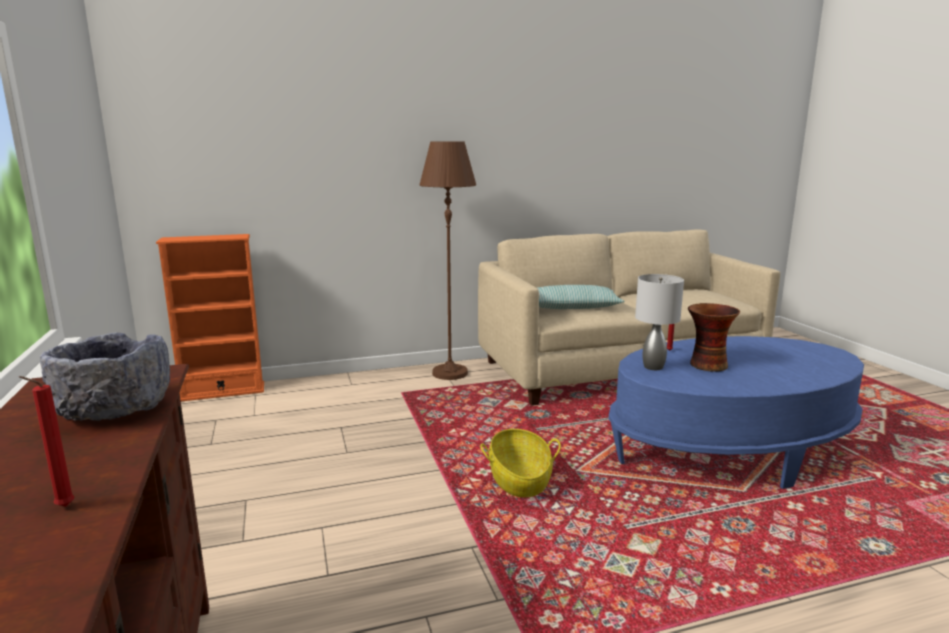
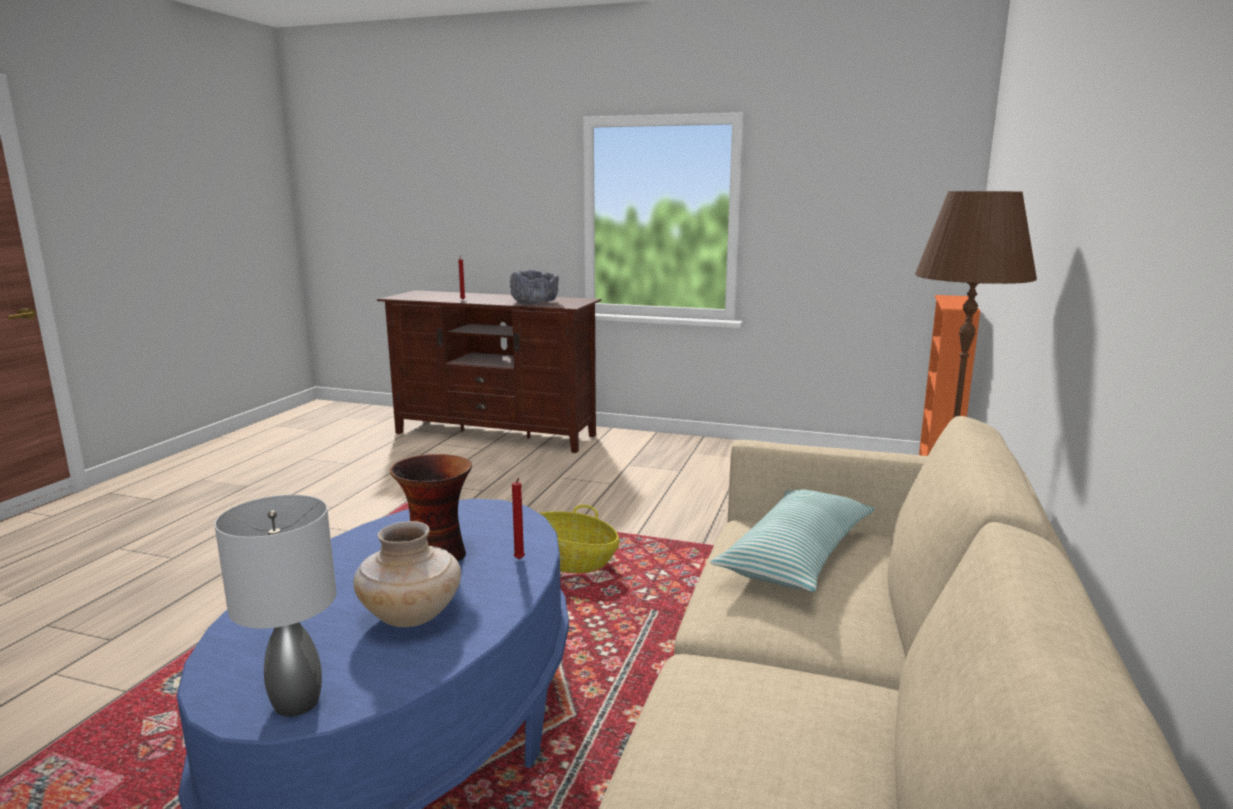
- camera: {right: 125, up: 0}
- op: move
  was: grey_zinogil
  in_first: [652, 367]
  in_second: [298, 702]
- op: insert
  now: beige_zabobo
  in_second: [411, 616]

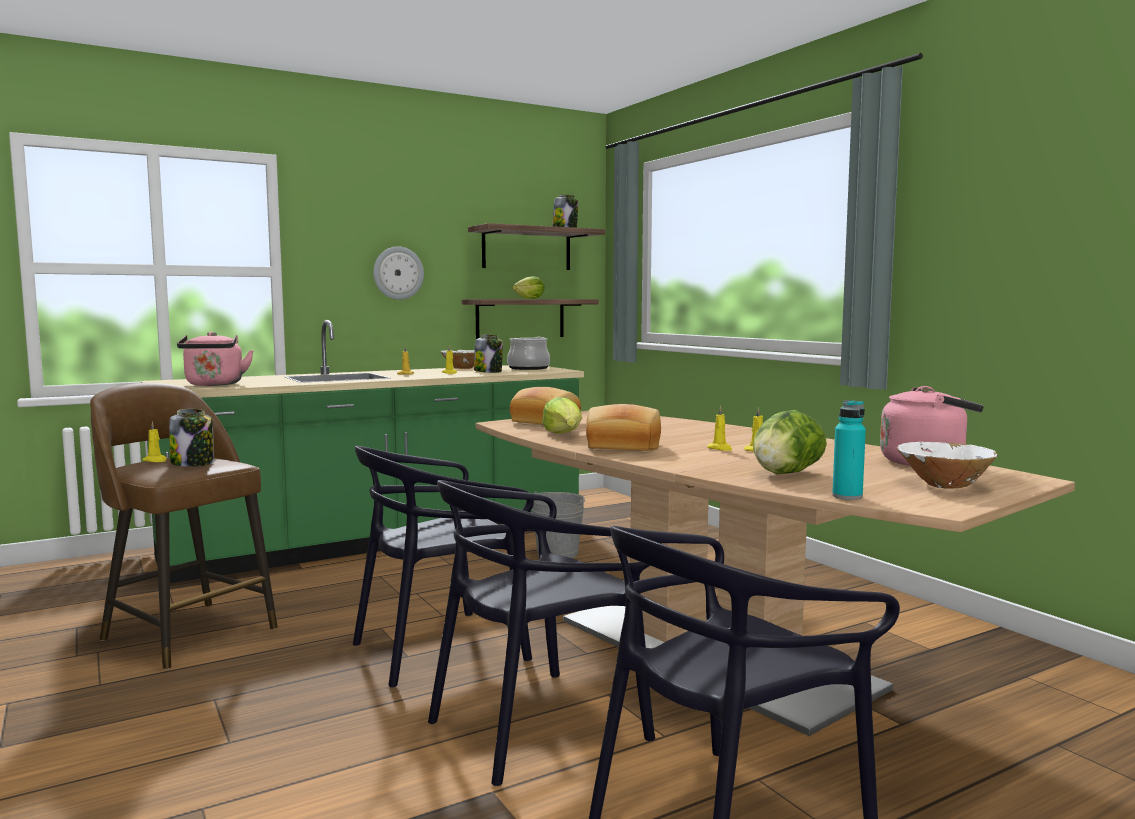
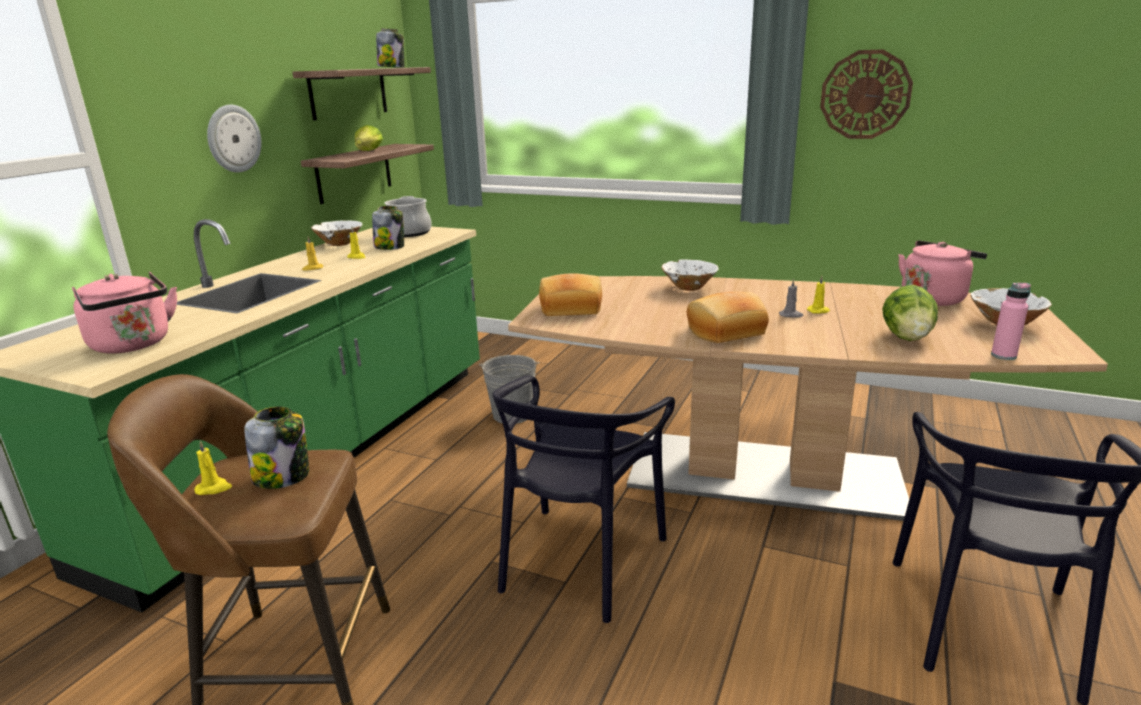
- camera: {right: -35, up: 15}
- op: delete
  was: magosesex
  in_first: [564, 434]
- op: recolor
  was: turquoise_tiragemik
  now: pink_tiragemik
  in_first: [847, 496]
  in_second: [1003, 356]
- op: recolor
  was: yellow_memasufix
  now: grey_memasufix
  in_first: [720, 449]
  in_second: [791, 315]
- op: delete
  was: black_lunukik
  in_first: [538, 726]
- op: insert
  now: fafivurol
  in_second: [865, 95]
- op: insert
  now: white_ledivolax
  in_second: [689, 288]

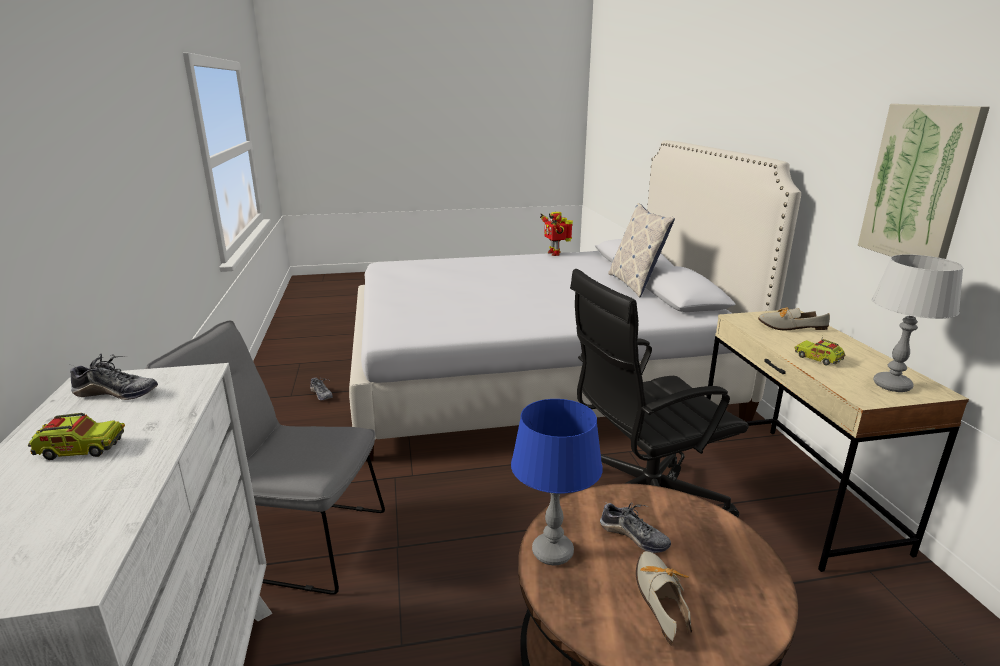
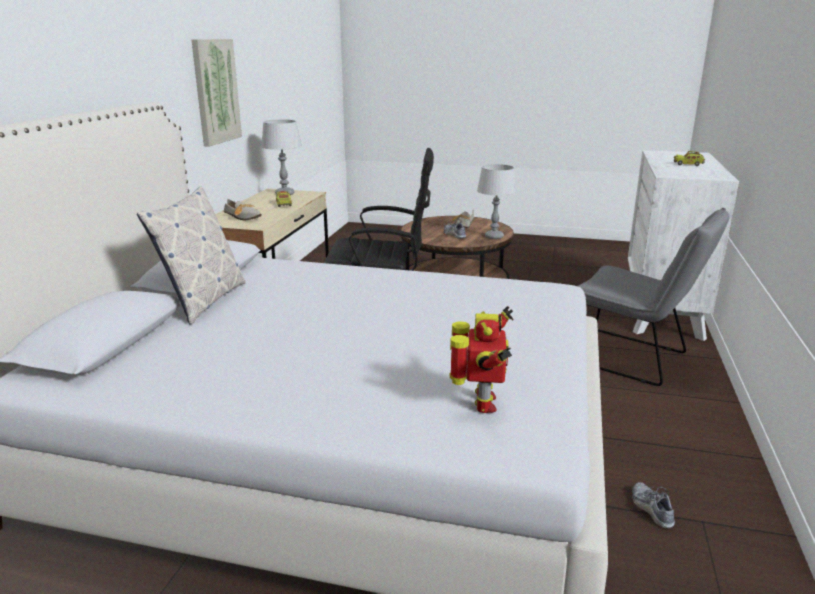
- camera: {right: -155, up: 0}
- op: move
  was: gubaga
  in_first: [555, 253]
  in_second: [482, 404]
- op: delete
  was: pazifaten
  in_first: [117, 393]
- op: recolor
  was: blue_zinogil
  now: grey_zinogil
  in_first: [552, 552]
  in_second: [494, 237]

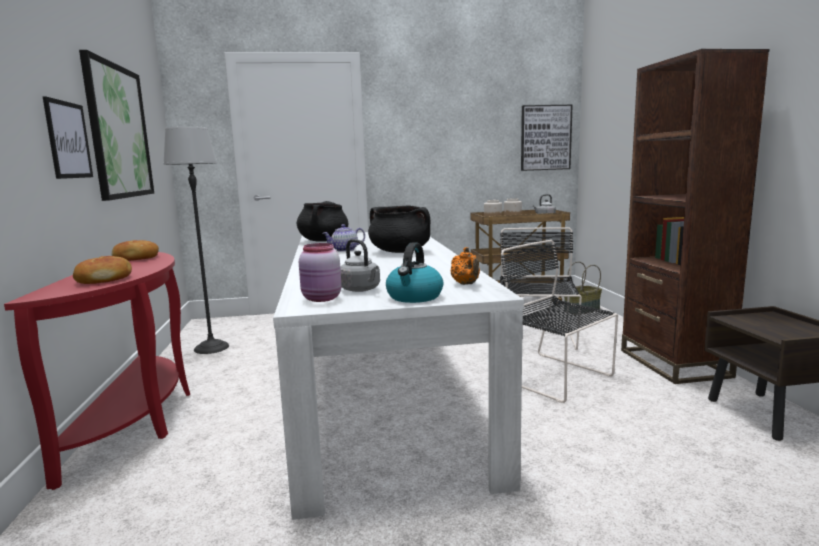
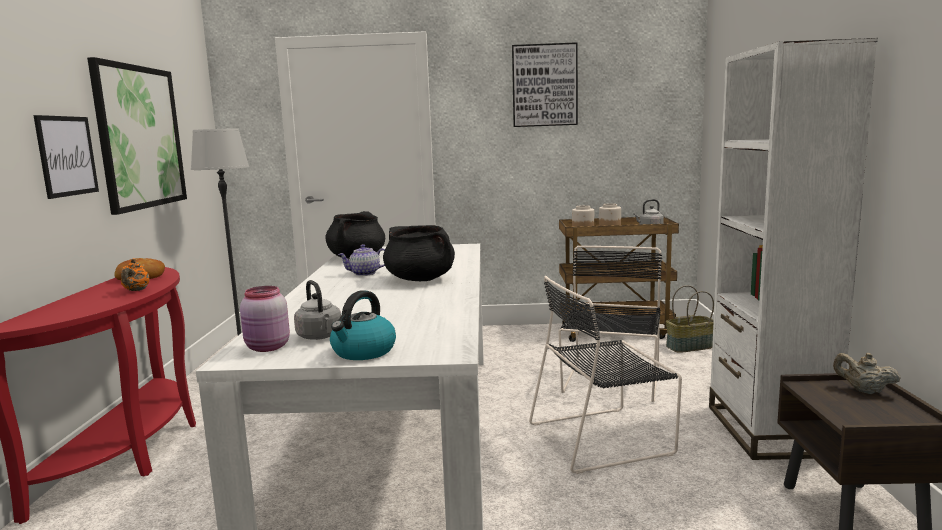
- camera: {right: 10, up: 0}
- op: recolor
  was: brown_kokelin
  now: white_kokelin
  in_first: [673, 363]
  in_second: [767, 430]
- op: move
  was: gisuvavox
  in_first: [545, 138]
  in_second: [544, 85]
- op: rotate
  was: black_lunukik
  in_first: [554, 377]
  in_second: [604, 438]
  clockwise: -75
- op: move
  was: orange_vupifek
  in_first: [466, 284]
  in_second: [136, 290]
- op: delete
  was: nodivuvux
  in_first: [105, 279]
- op: insert
  now: beige_vupifek
  in_second: [864, 391]

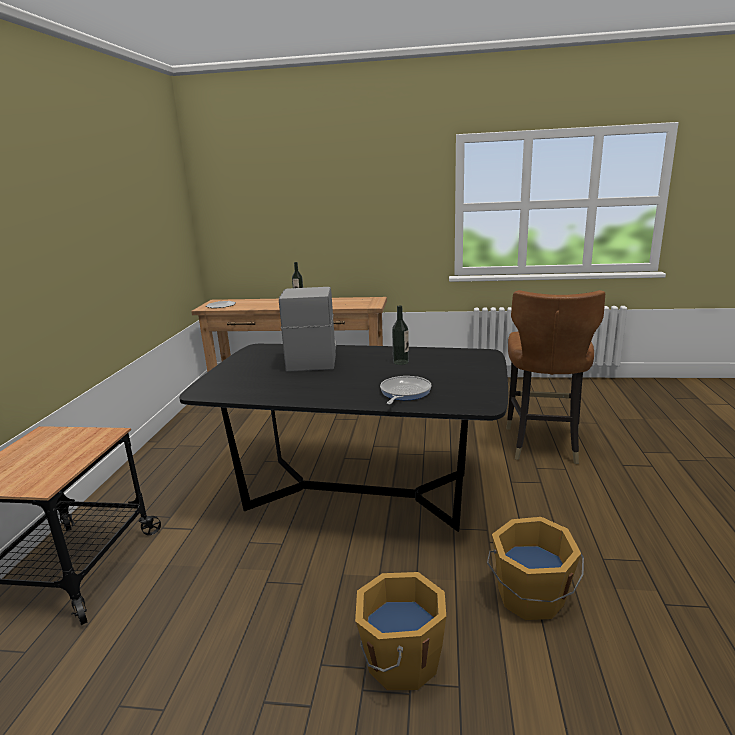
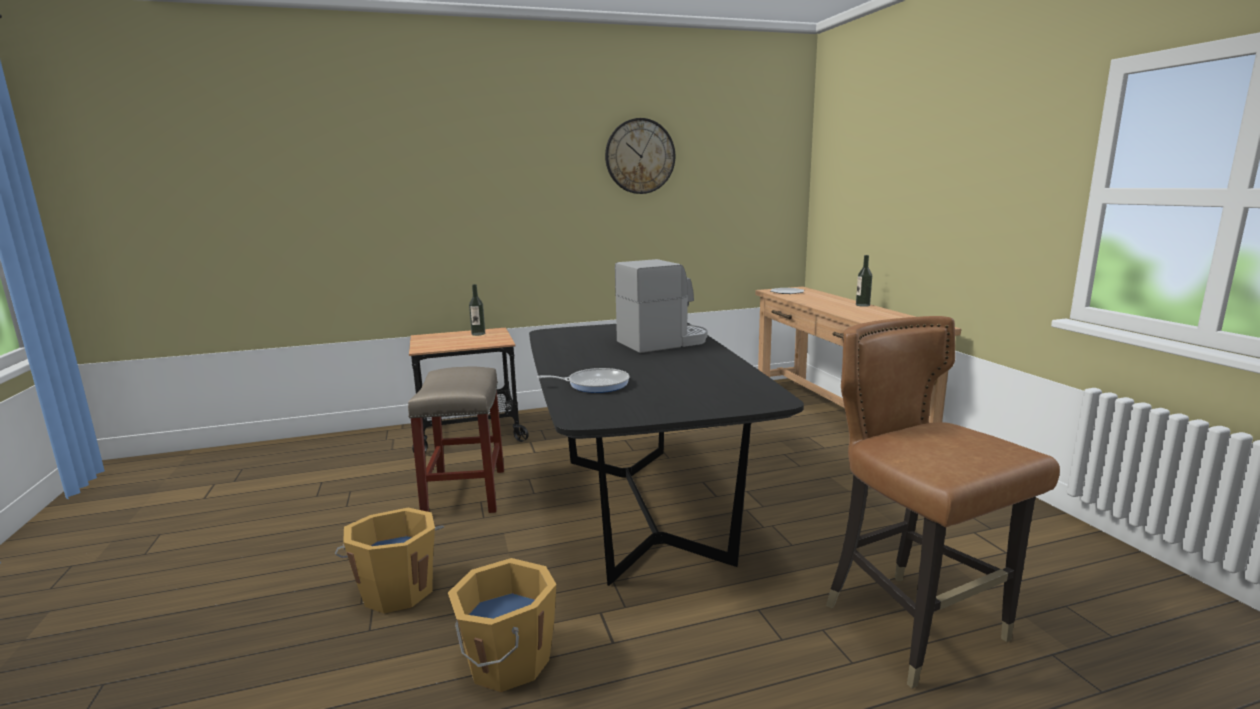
- camera: {right: 65, up: -5}
- op: rotate
  was: brown_lunukik
  in_first: [543, 444]
  in_second: [914, 627]
  clockwise: 75
- op: move
  was: tiragemik
  in_first: [401, 362]
  in_second: [478, 334]
- op: insert
  now: fafivurol
  in_second: [640, 156]
- op: insert
  now: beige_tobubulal
  in_second: [465, 491]

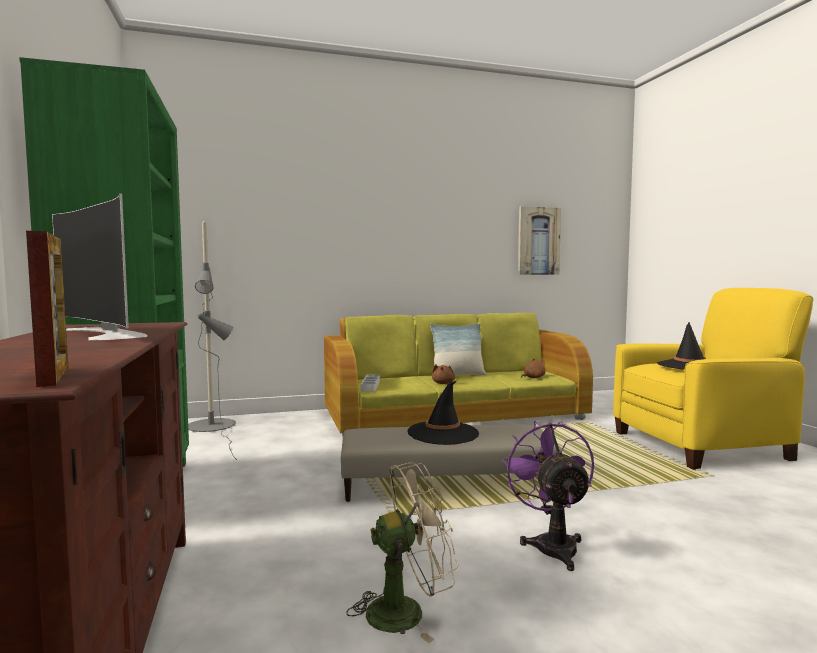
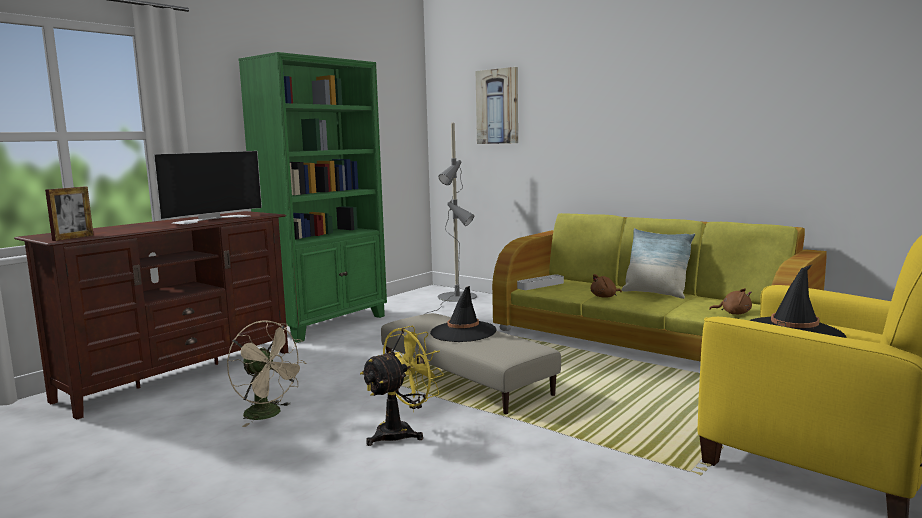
- camera: {right: 55, up: 5}
- op: rotate
  was: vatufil
  in_first: [105, 332]
  in_second: [211, 219]
  clockwise: -150
- op: move
  was: gisuvavox
  in_first: [538, 241]
  in_second: [497, 106]
- op: recolor
  was: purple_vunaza
  now: yellow_vunaza
  in_first: [552, 544]
  in_second: [402, 432]

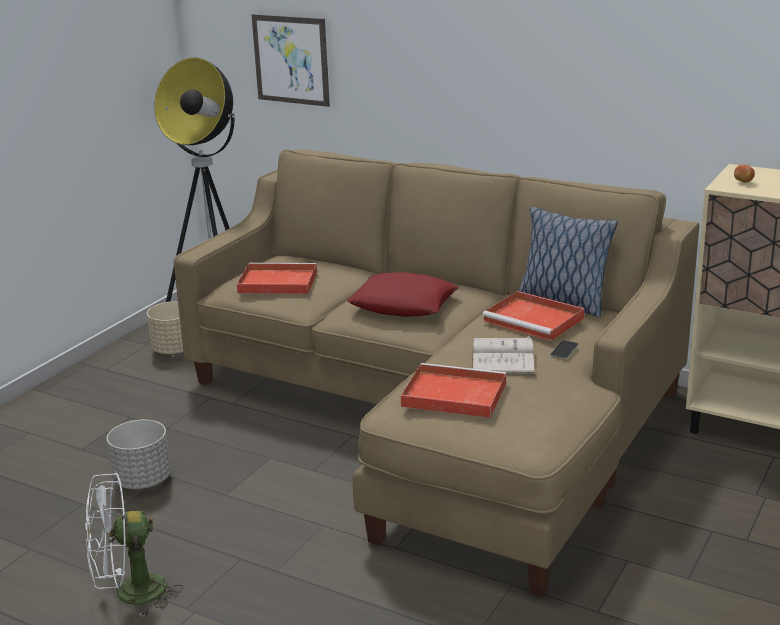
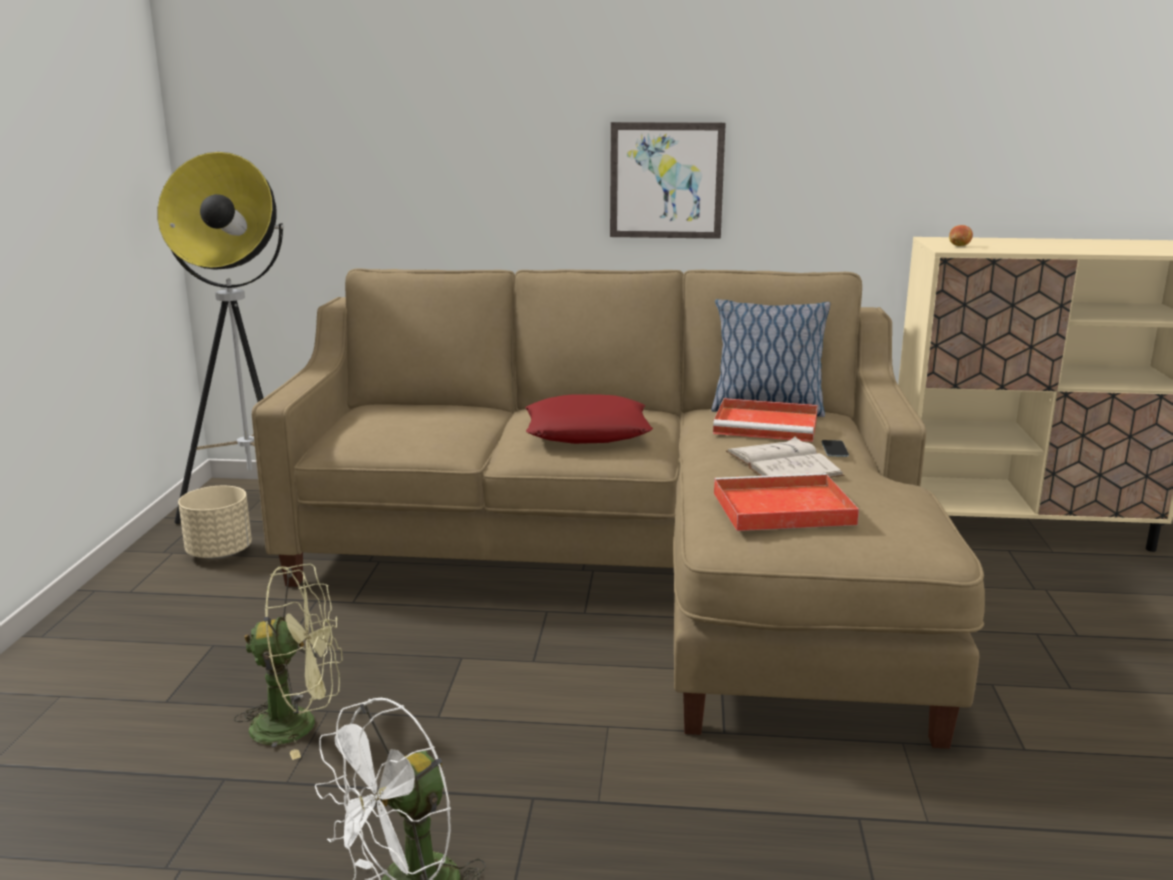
- camera: {right: -25, up: -5}
- op: move
  was: gisuvavox
  in_first: [291, 60]
  in_second: [666, 180]
- op: delete
  was: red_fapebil
  in_first: [276, 282]
- op: replace
  was: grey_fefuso
  now: green_vunaza
  in_first: [143, 480]
  in_second: [299, 724]

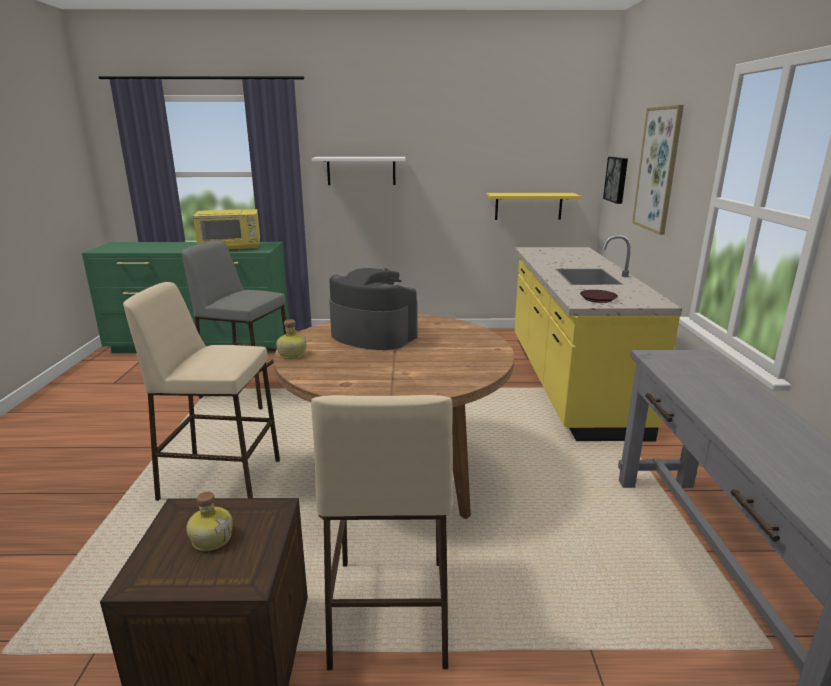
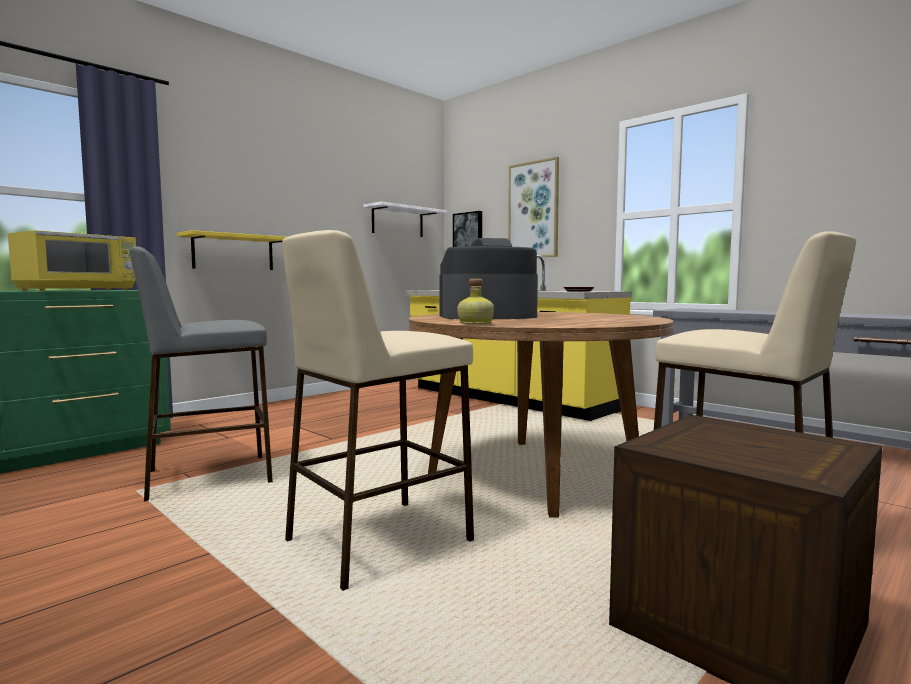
- camera: {right: -45, up: -15}
- op: move
  was: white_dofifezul
  in_first: [361, 170]
  in_second: [397, 221]
- op: move
  was: yellow_dofifezul
  in_first: [528, 206]
  in_second: [233, 252]
- op: delete
  was: tiragemik
  in_first: [212, 538]

